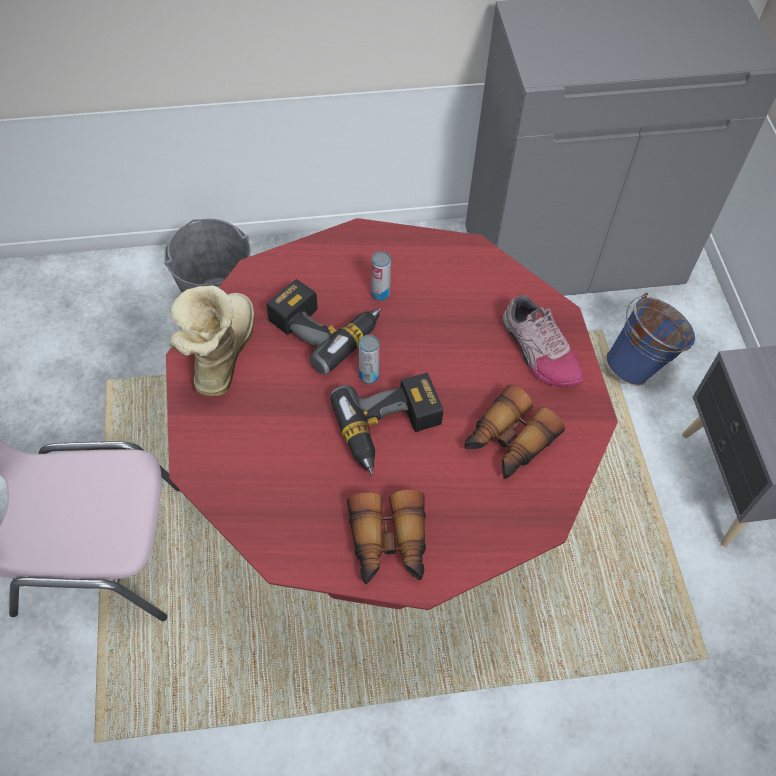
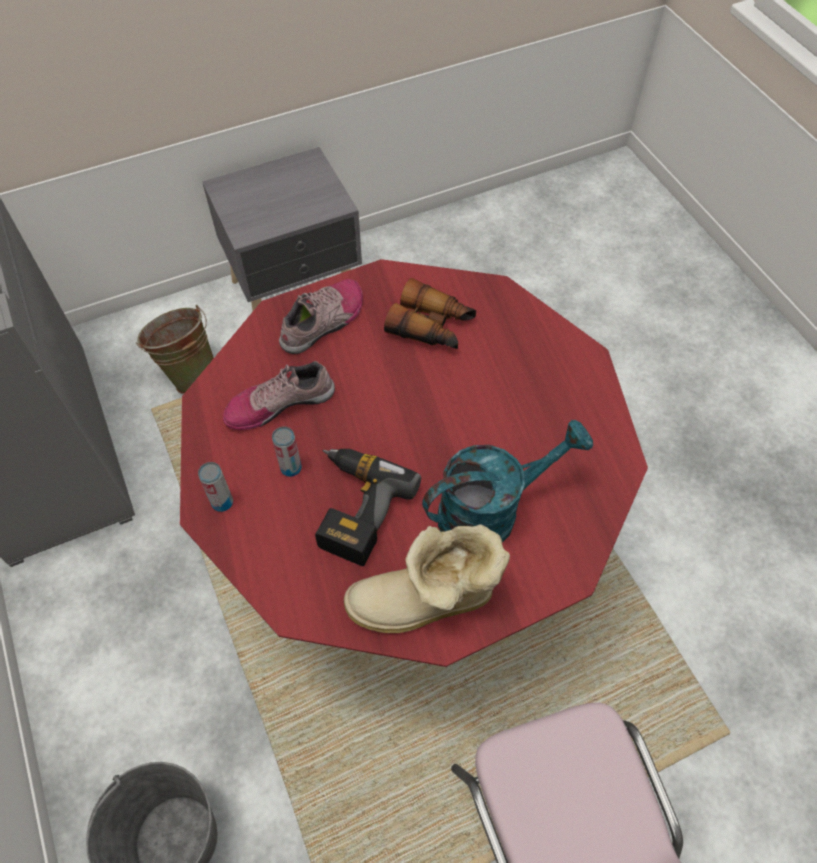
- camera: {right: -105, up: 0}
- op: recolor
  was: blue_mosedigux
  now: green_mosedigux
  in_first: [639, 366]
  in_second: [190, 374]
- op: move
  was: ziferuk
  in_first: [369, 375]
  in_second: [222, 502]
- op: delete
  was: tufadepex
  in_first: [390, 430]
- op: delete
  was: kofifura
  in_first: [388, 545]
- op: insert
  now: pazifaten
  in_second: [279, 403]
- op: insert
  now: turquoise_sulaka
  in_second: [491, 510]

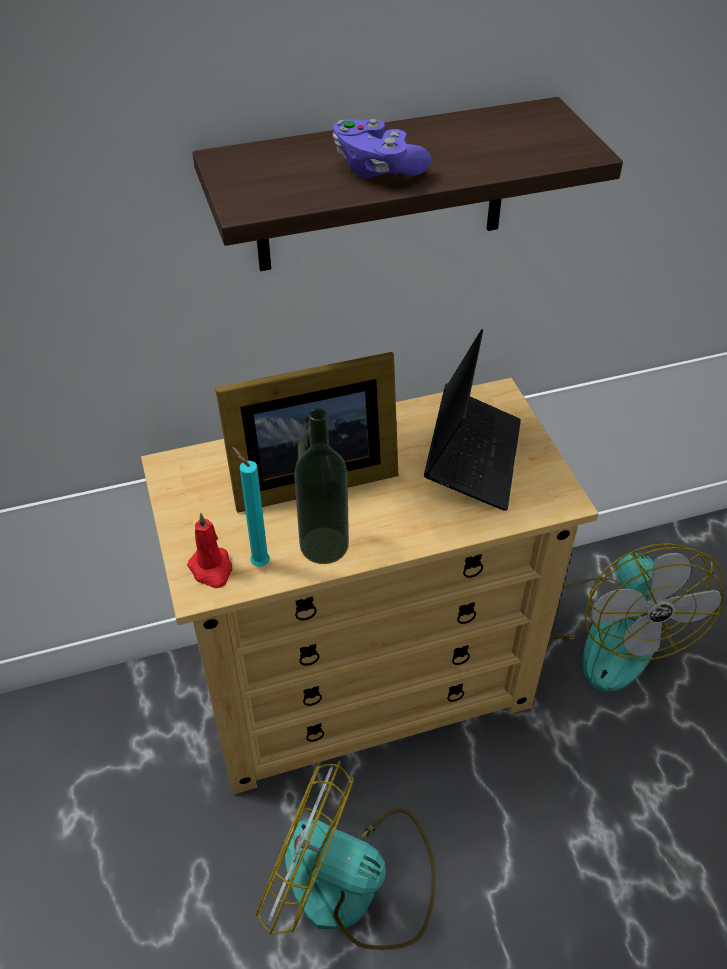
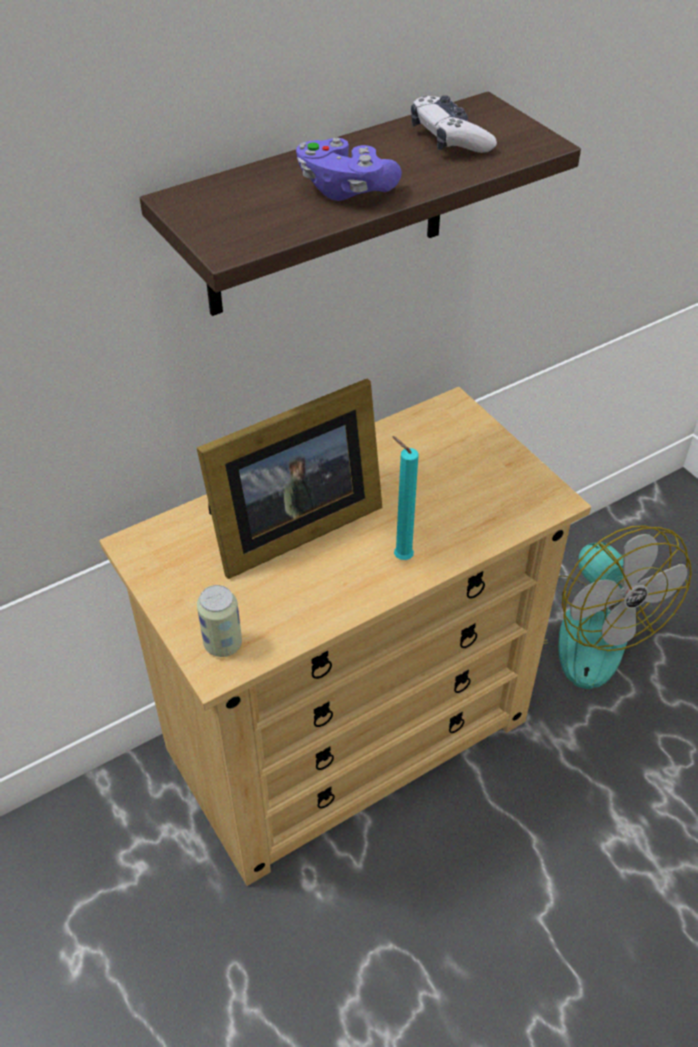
- camera: {right: -15, up: 0}
- op: delete
  was: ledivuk
  in_first: [472, 457]
- op: delete
  was: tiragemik
  in_first: [324, 545]
- op: move
  was: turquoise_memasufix
  in_first: [258, 562]
  in_second: [400, 557]
- op: replace
  was: red_memasufix
  now: ziferuk
  in_first: [212, 569]
  in_second: [223, 644]
- op: delete
  was: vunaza
  in_first: [352, 885]
- op: insert
  now: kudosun
  in_second: [449, 139]

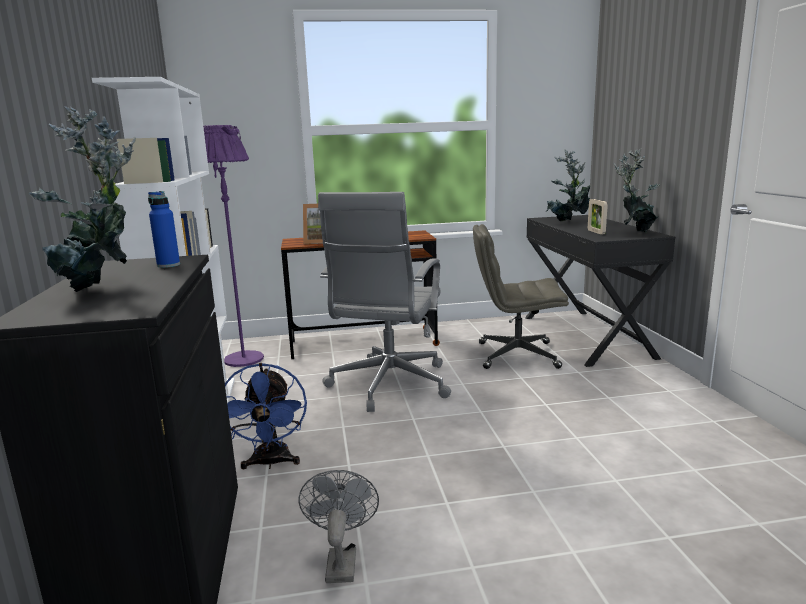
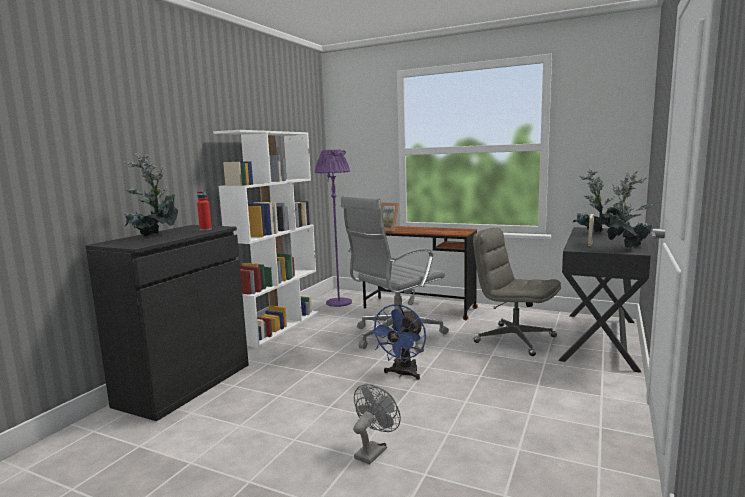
- camera: {right: 35, up: -5}
- op: recolor
  was: blue_tiragemik
  now: red_tiragemik
  in_first: [168, 265]
  in_second: [205, 229]
- op: move
  was: blue_vunaza
  in_first: [271, 463]
  in_second: [402, 374]
- op: move
  was: grey_vunaza
  in_first: [341, 560]
  in_second: [373, 450]

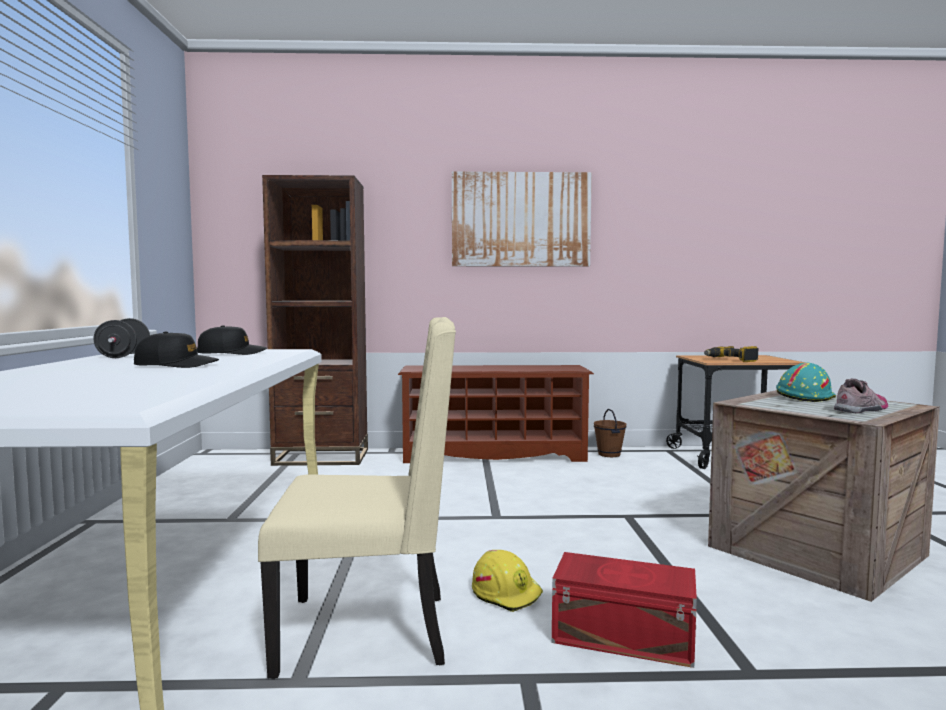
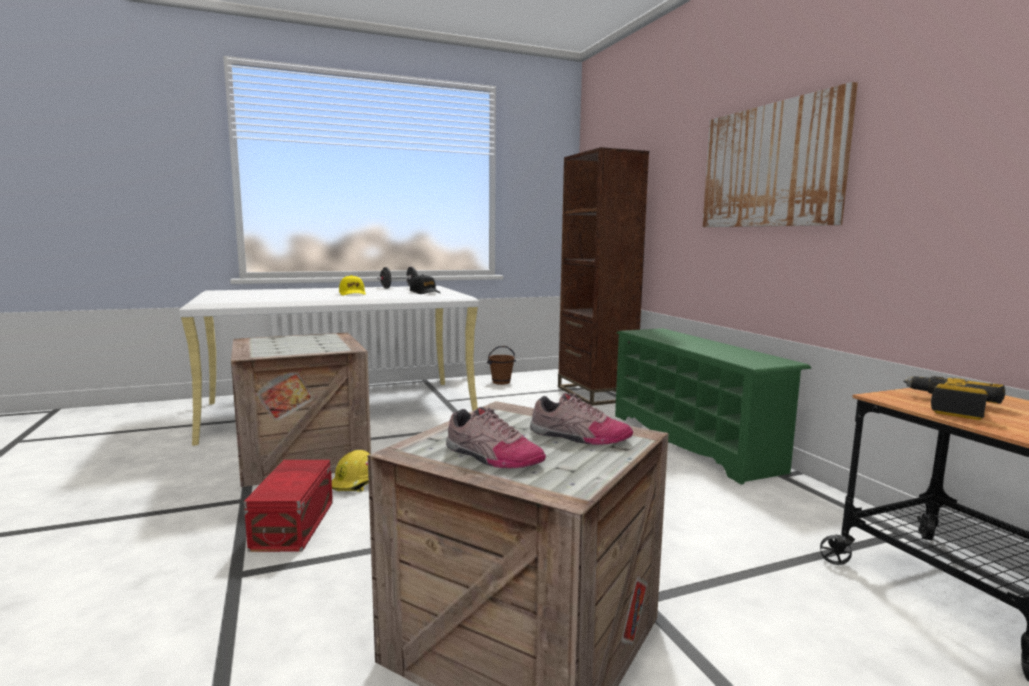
- camera: {right: 70, up: 5}
- op: replace
  was: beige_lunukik
  now: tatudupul
  in_first: [369, 631]
  in_second: [301, 456]
- op: recolor
  was: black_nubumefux
  now: yellow_nubumefux
  in_first: [176, 365]
  in_second: [352, 294]
- op: replace
  was: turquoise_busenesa
  now: pazifaten
  in_first: [804, 397]
  in_second: [578, 437]
- op: recolor
  was: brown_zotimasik
  now: green_zotimasik
  in_first: [494, 455]
  in_second: [694, 441]
- op: move
  was: brown_mosedigux
  in_first: [609, 454]
  in_second: [501, 382]

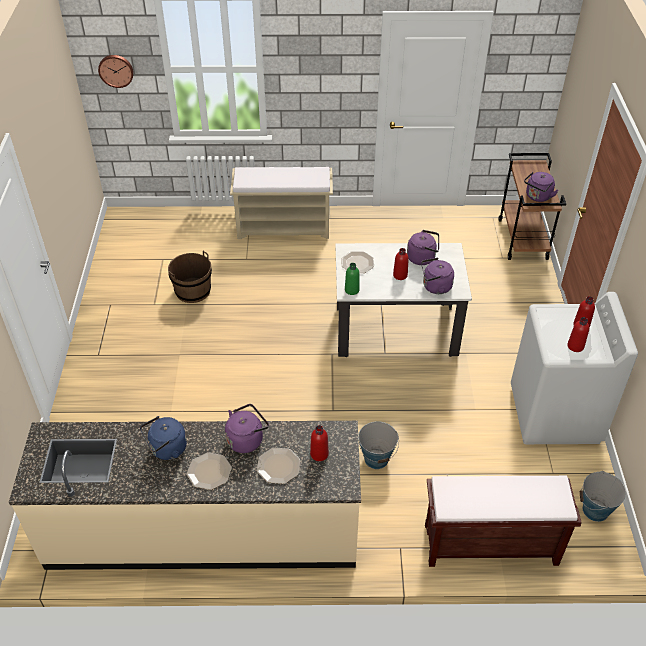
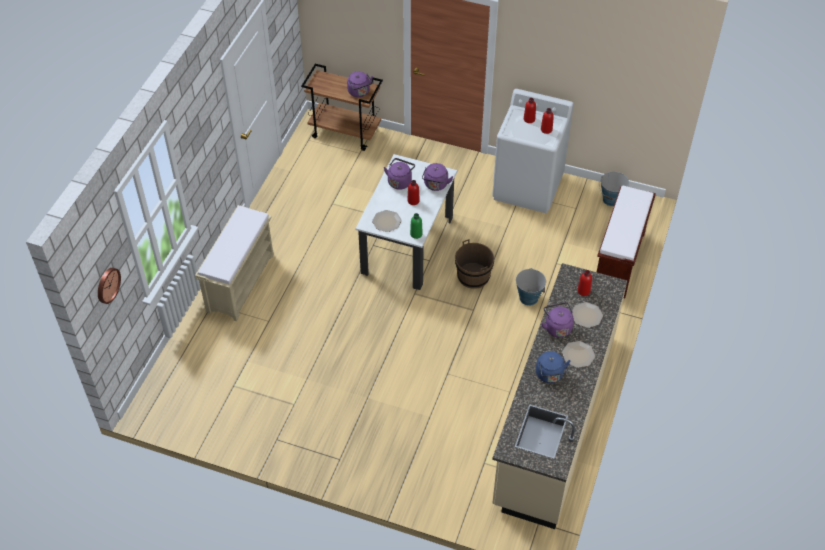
- camera: {right: -70, up: 5}
- op: move
  was: brown_mosedigux
  in_first: [193, 291]
  in_second: [473, 276]

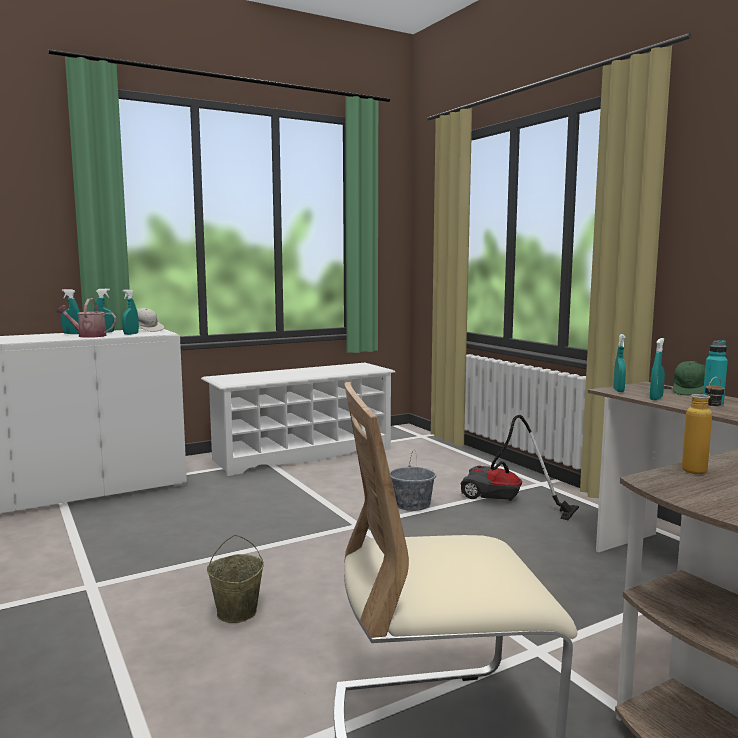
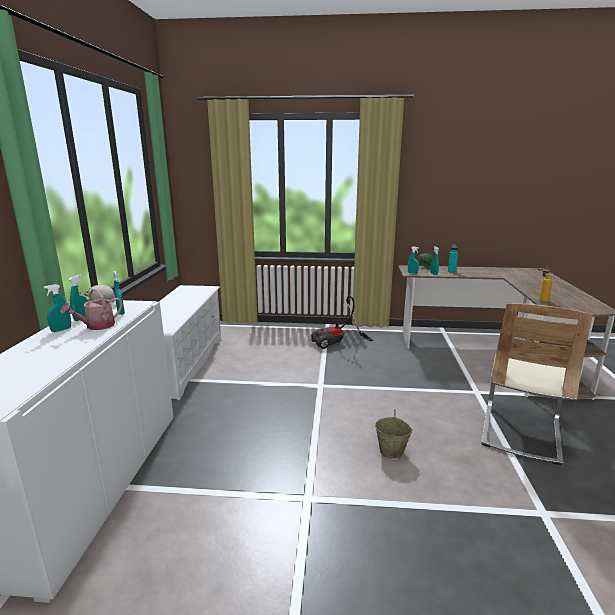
- camera: {right: -55, up: 10}
- op: delete
  was: grey_mosedigux
  in_first: [412, 504]

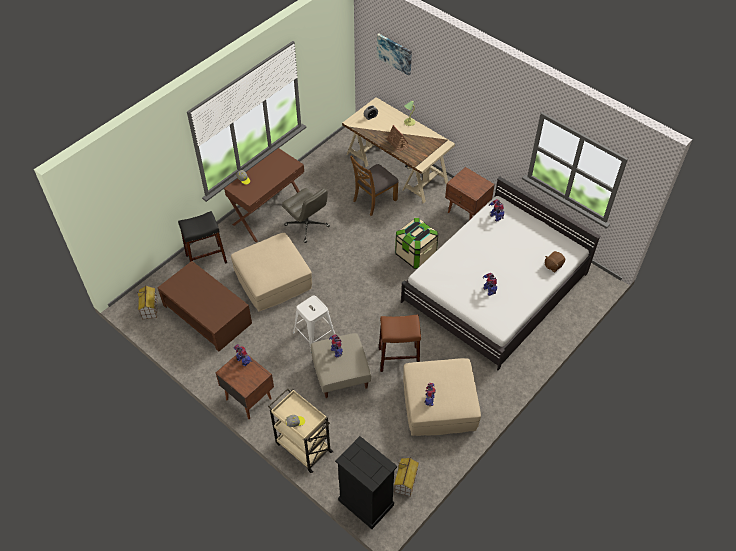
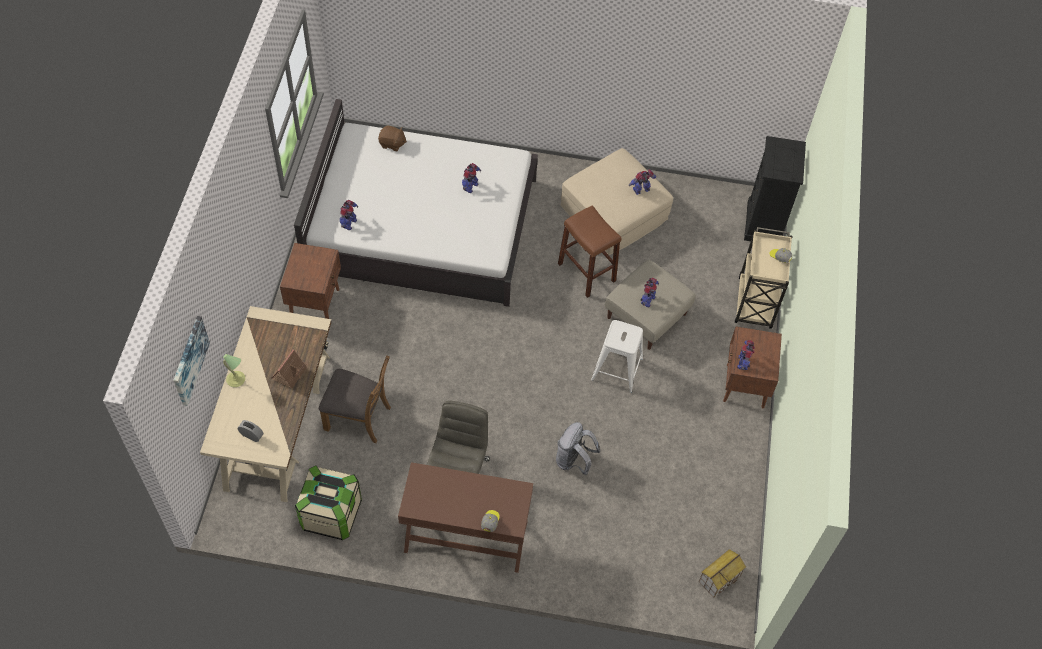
- camera: {right: -125, up: 5}
- op: delete
  was: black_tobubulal
  in_first: [206, 259]
- op: move
  was: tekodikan
  in_first: [415, 254]
  in_second: [331, 514]
- op: replace
  was: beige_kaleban
  now: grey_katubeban
  in_first: [272, 280]
  in_second: [574, 461]
- op: delete
  was: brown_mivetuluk
  in_first: [207, 314]
- op: delete
  was: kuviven
  in_first: [405, 482]

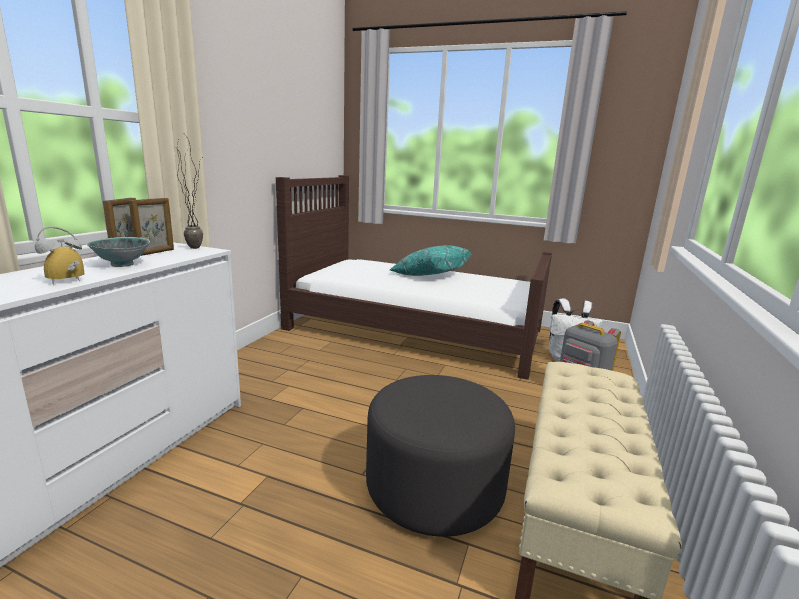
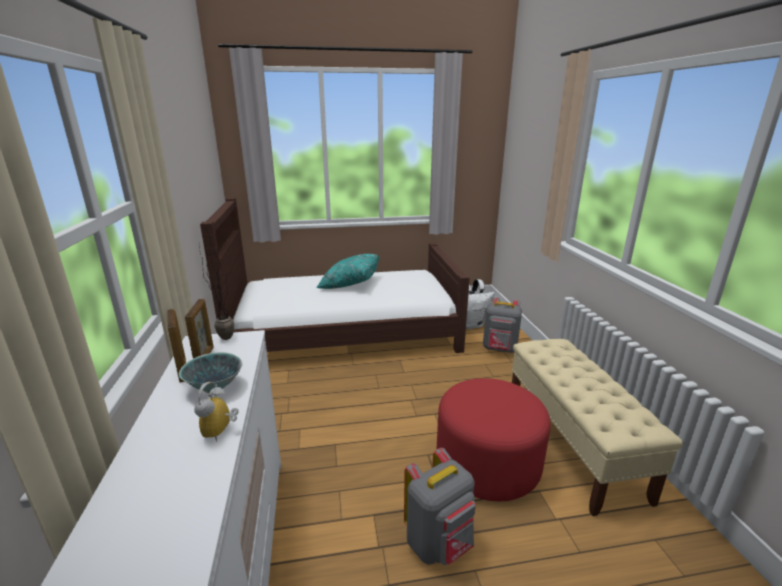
- camera: {right: -30, up: 5}
- op: recolor
  was: grey_kaleban
  now: red_kaleban
  in_first: [434, 488]
  in_second: [487, 463]
- op: insert
  now: grey_katubeban
  in_second: [439, 543]

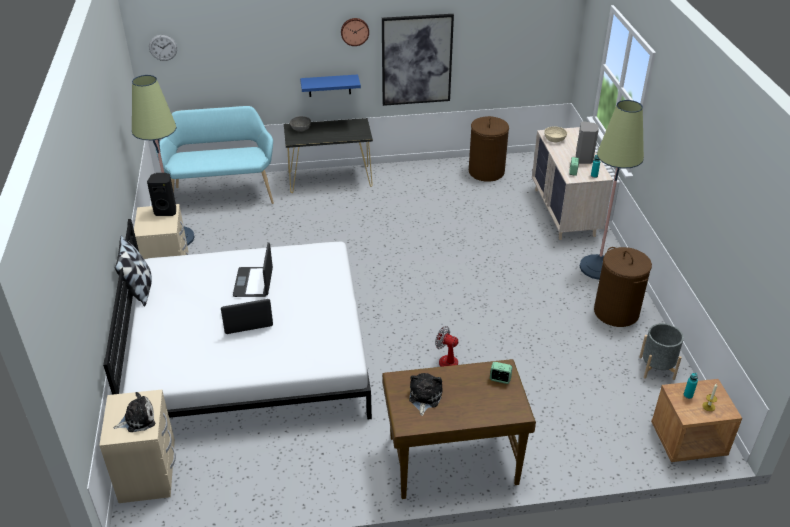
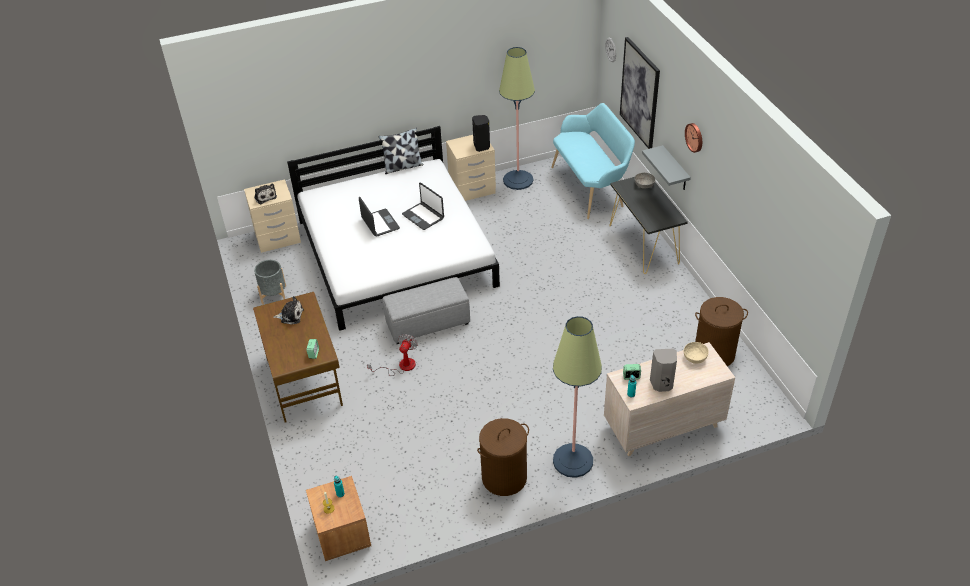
- camera: {right: 80, up: 5}
- op: move
  was: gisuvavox
  in_first: [416, 60]
  in_second: [640, 93]
- op: recolor
  was: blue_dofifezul
  now: grey_dofifezul
  in_first: [329, 85]
  in_second: [675, 169]
- op: rotate
  was: ledivuk
  in_first: [254, 282]
  in_second: [423, 216]
  clockwise: -120
- op: move
  was: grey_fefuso
  in_first: [656, 368]
  in_second: [274, 294]
- op: insert
  now: grey_kaleban
  in_second: [428, 323]

